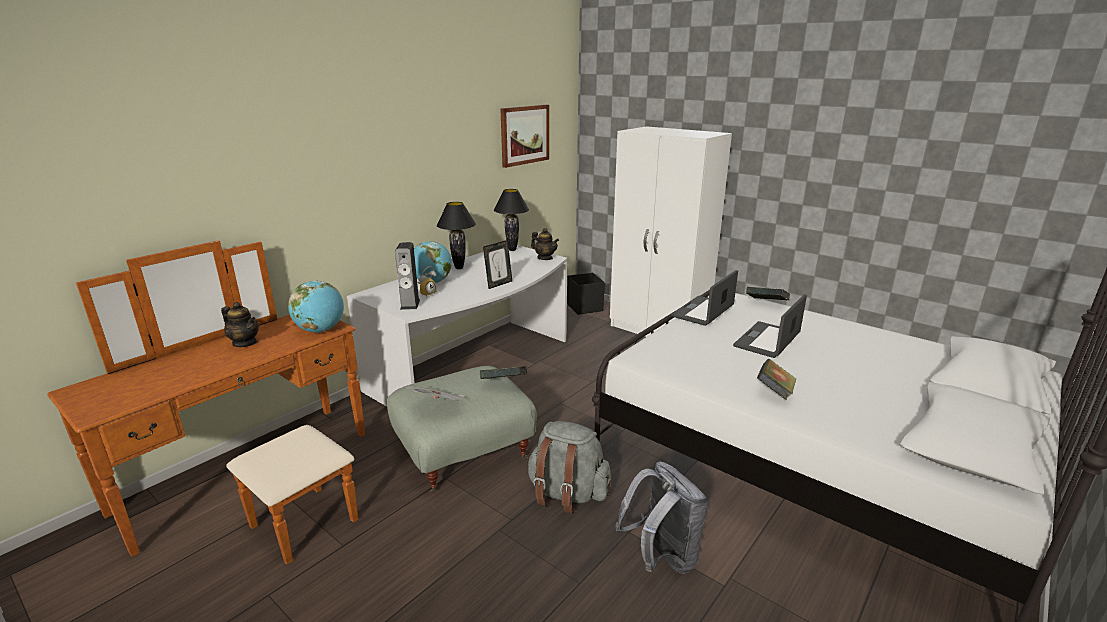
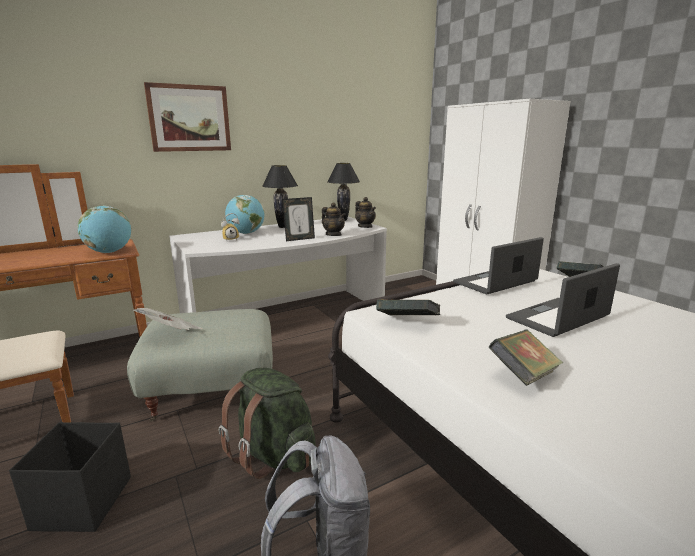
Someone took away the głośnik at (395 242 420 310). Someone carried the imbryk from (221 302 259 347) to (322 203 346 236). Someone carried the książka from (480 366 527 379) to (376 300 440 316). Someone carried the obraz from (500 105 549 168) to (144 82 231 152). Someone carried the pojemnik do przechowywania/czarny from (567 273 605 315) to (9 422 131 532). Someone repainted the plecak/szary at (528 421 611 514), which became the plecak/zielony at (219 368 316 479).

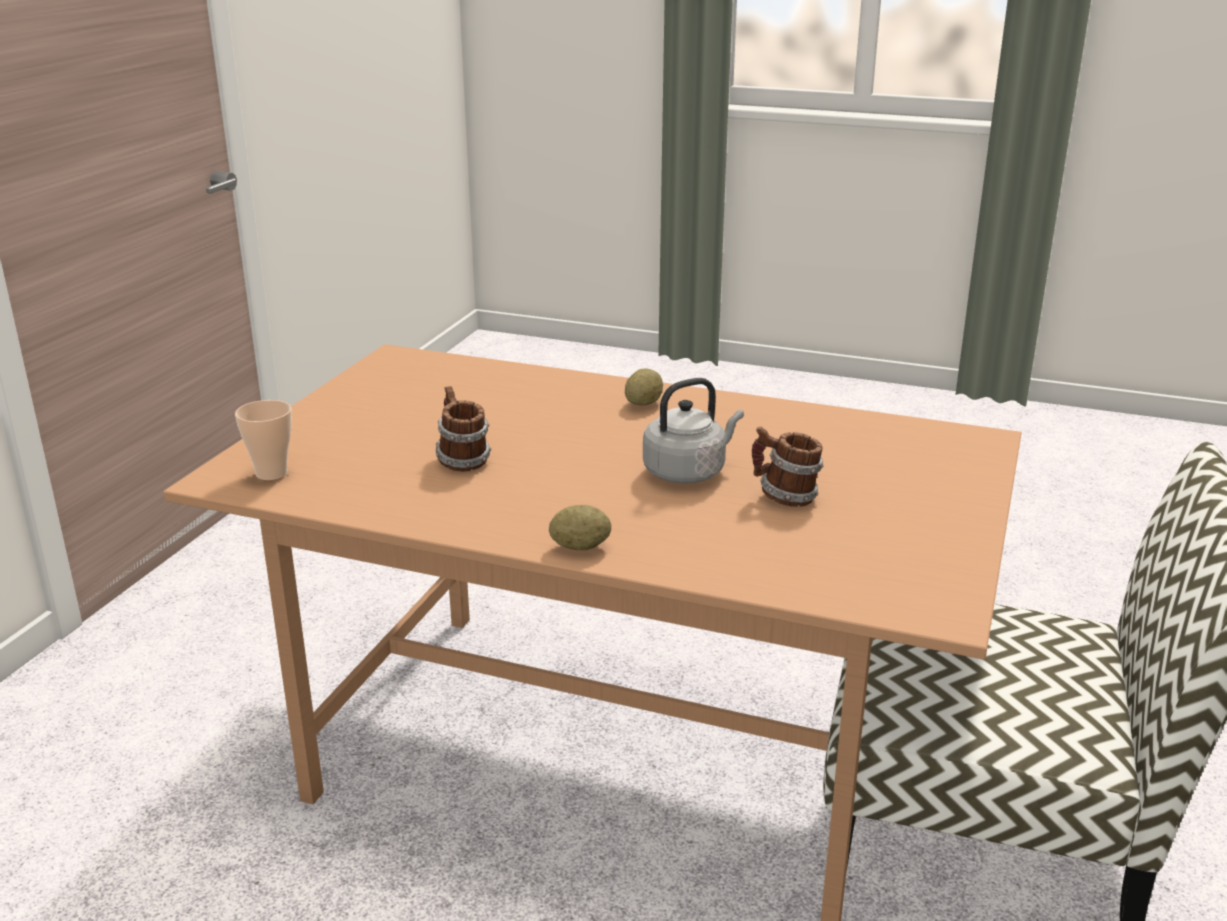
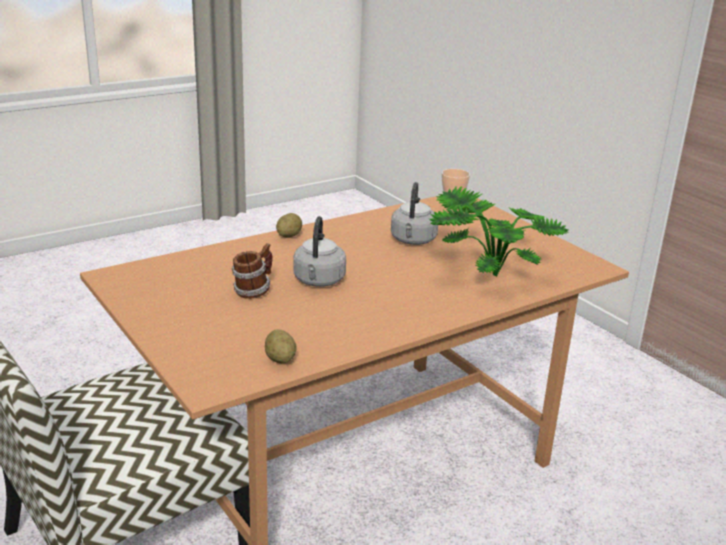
Someone put down the roślina doniczkowa at (429 186 569 277). Someone carried the ziemniak from (625 369 663 406) to (265 329 297 363). Someone swapped the kubek at (436 386 491 472) for the czajnik/szary at (391 182 438 245).

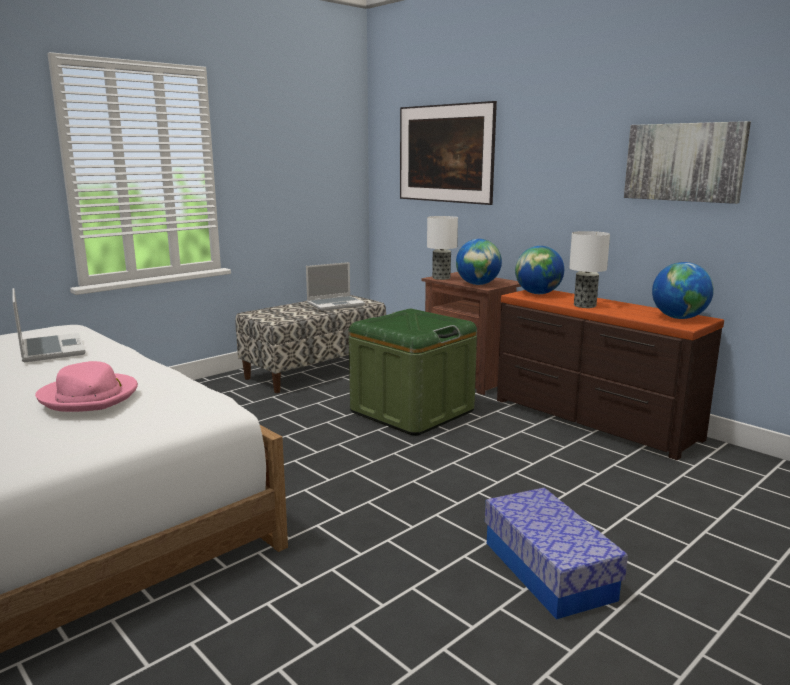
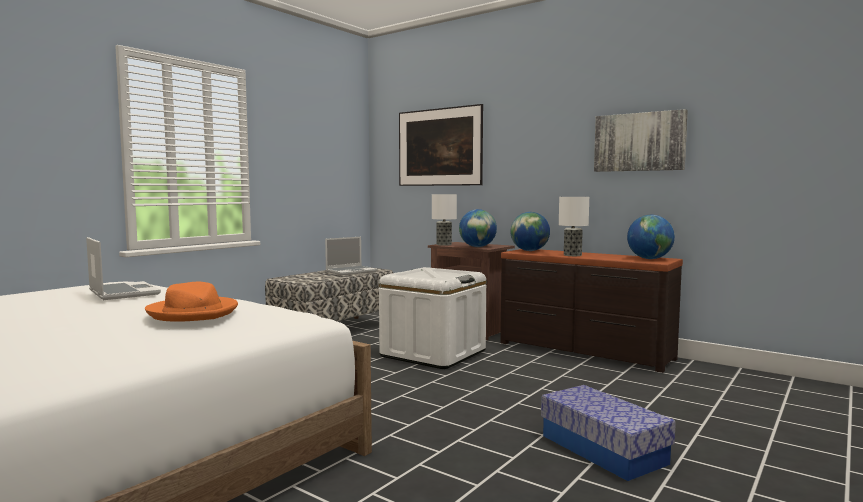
Someone repainted the kapelusz/różowy at (35 361 138 412), which became the kapelusz/pomarańczowy at (145 282 238 322). Someone repainted the pojemnik do przechowywania/zielony at (349 309 477 436), which became the pojemnik do przechowywania/biały at (379 267 486 369).

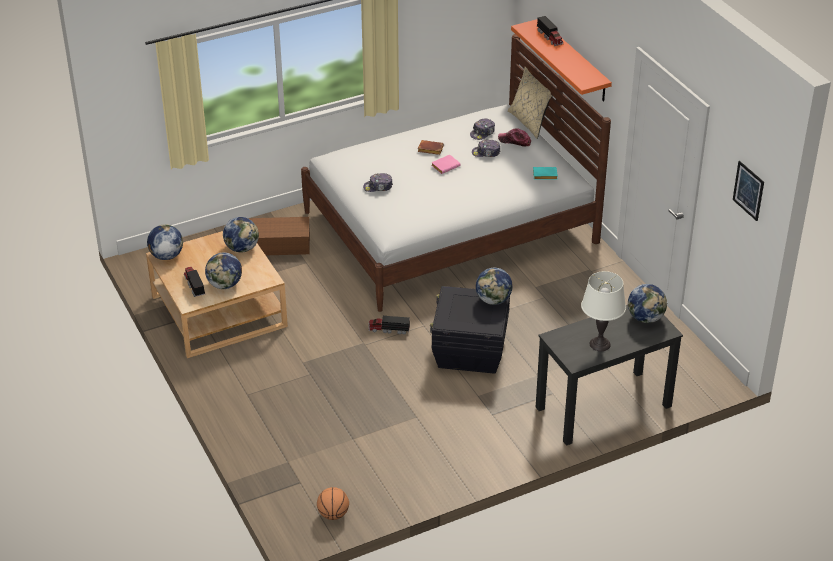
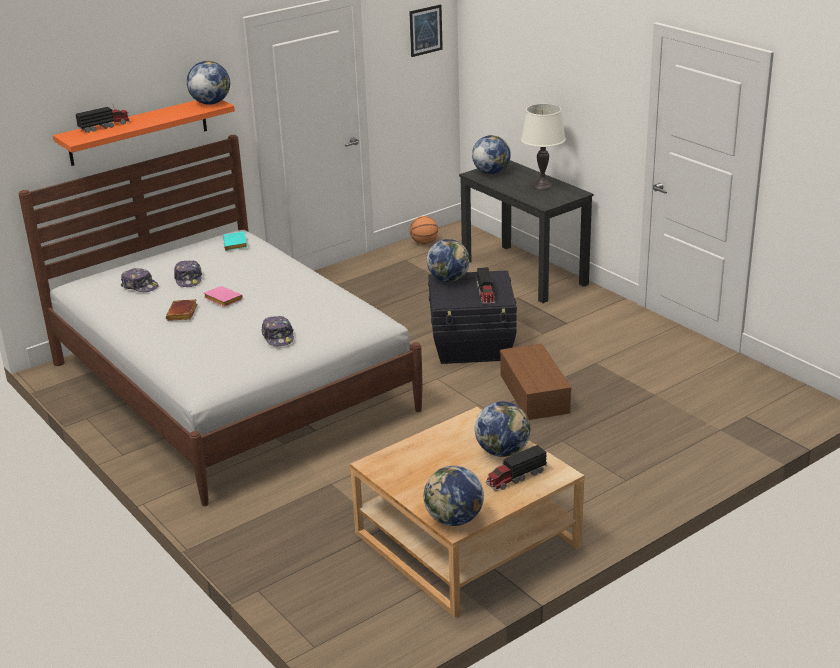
Someone took away the czapka z daszkiem at (498 128 531 146). Someone took away the poduszka/beżowy at (508 67 553 139). Someone carried the globus from (223 217 259 253) to (187 61 230 105). Someone carried the pojemnik do przechowywania/brązowy from (248 217 310 255) to (500 344 572 420). Someone carried the piłka do koszykówki from (317 487 349 520) to (409 216 438 244). Someone carried the ciężarówka zabawkowa from (368 316 410 335) to (476 267 495 304).

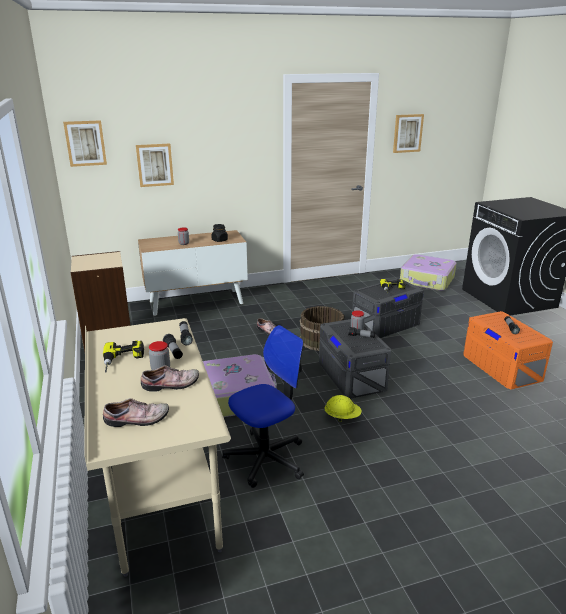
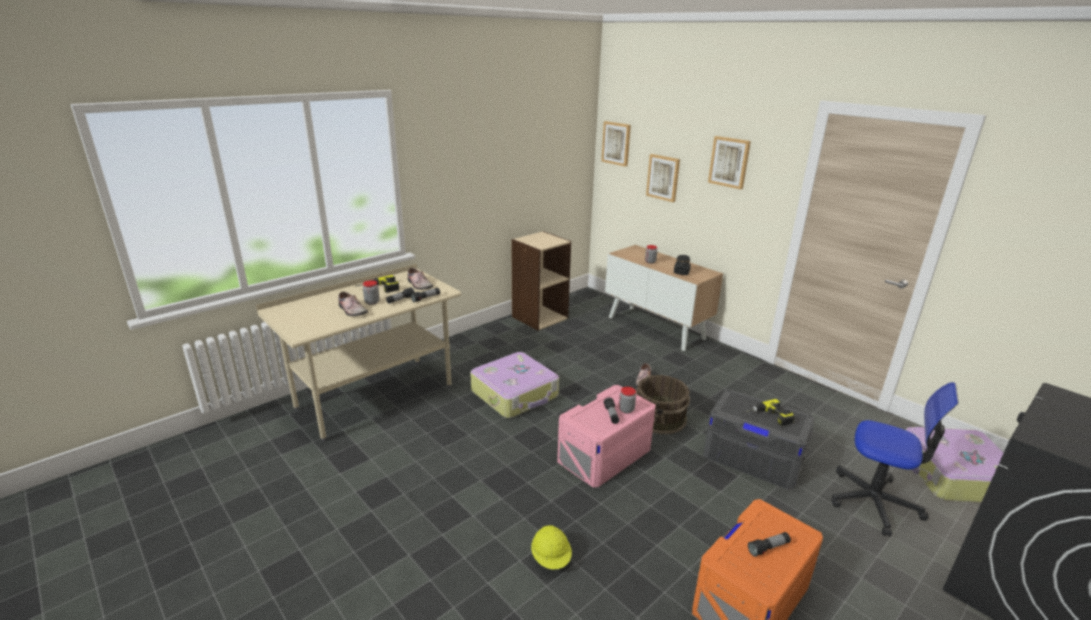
Someone carried the but from (103 398 169 427) to (408 268 433 290). Someone carried the krzesło biurowe from (222 325 304 488) to (832 382 959 537). Someone carried the kask/żółty from (325 395 362 422) to (531 525 572 570). Someone carried the obraz from (393 114 424 153) to (708 136 751 189). Someone repainted the pojemnik do przechowywania/szary at (319 319 391 399), which became the pojemnik do przechowywania/różowy at (557 385 656 488).

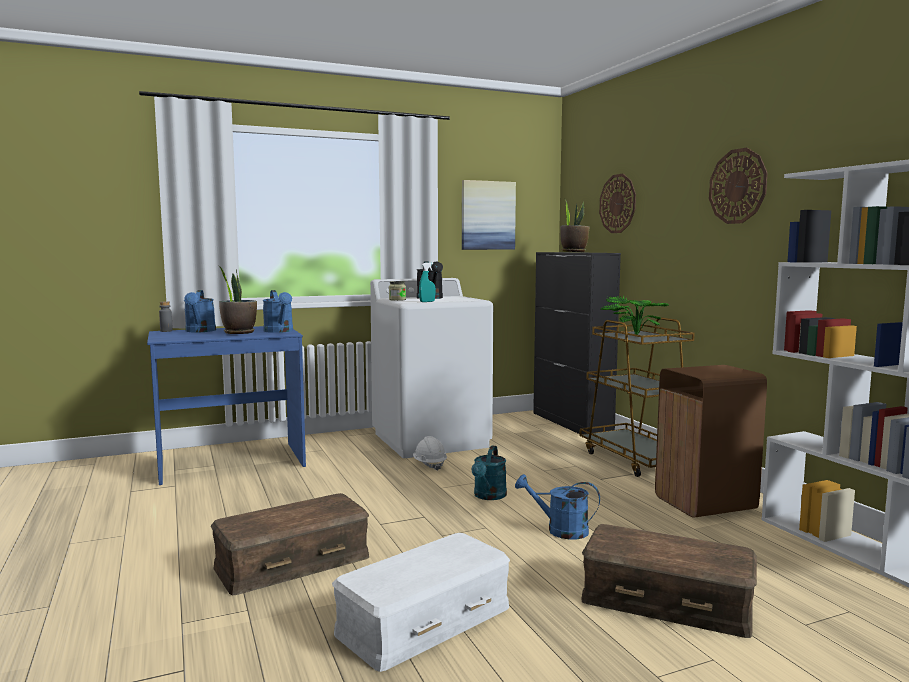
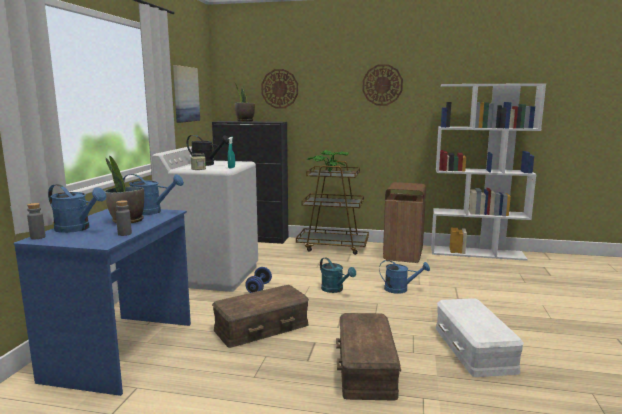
Someone put down the butelka/szary at (116 200 132 236). Someone carried the pojemnik do przechowywania/brązowy from (581 524 757 638) to (212 285 309 348). Someone swapped the kask/biały at (413 436 447 471) for the hantel/niebieski at (245 267 272 293). Someone rotated the konewka/niebieski at (515 474 600 540) by 135 degrees counterclockwise.

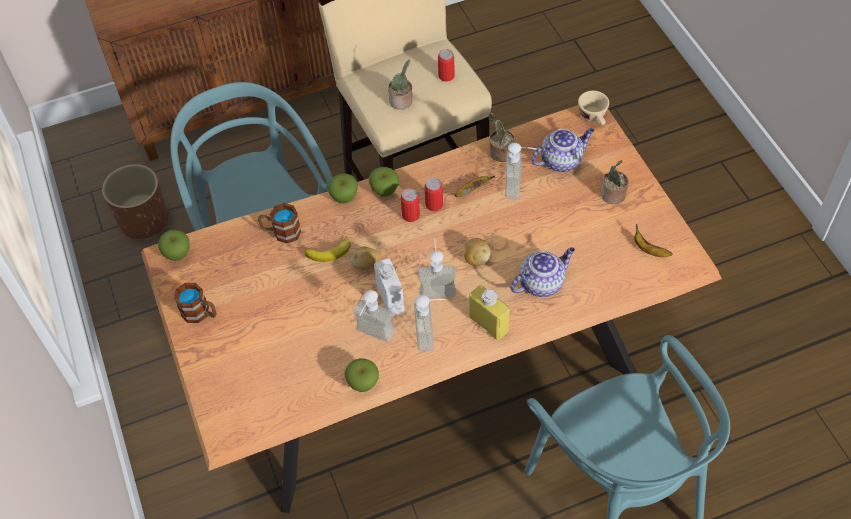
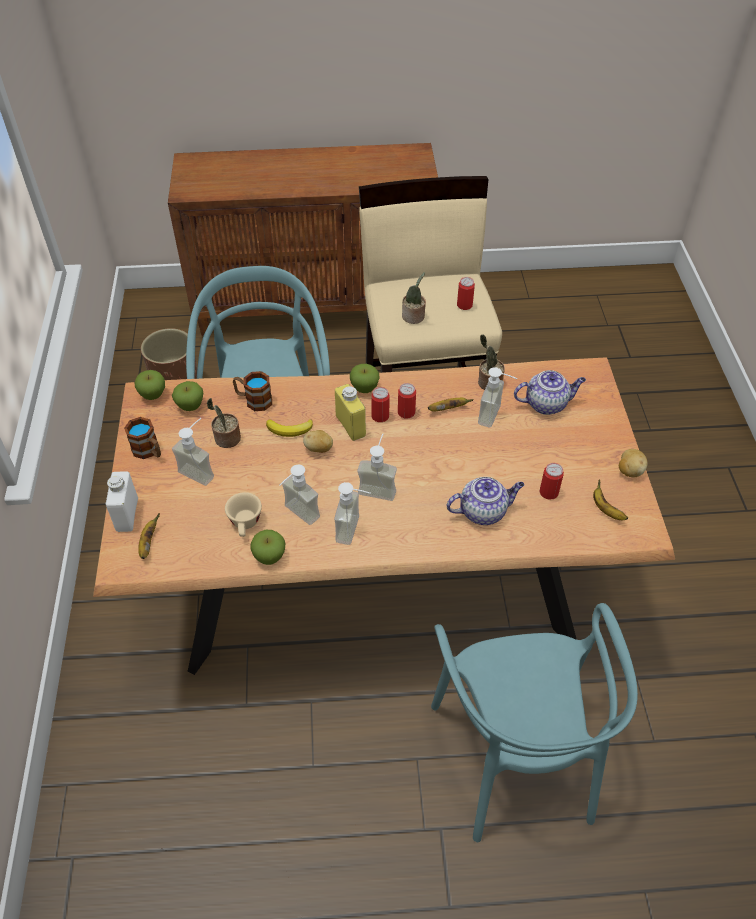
Someone put down the banan at (138 513 160 559). Someone put down the dozownik mydła at (172 418 214 486). Someone put down the puszka at (539 463 564 500). Someone carried the jabłko from (327 173 358 203) to (172 381 203 411). Someone carried the butelka/biały from (374 258 404 316) to (106 471 138 532). Someone carried the ziemniak from (464 238 491 266) to (619 449 648 477). Someone carried the butelka/żółty from (469 285 510 340) to (335 384 366 441). Someone carried the filiżanka/beżowy from (578 91 609 125) to (225 492 262 537). Someone carried the roślina doniczkowa from (600 160 629 204) to (206 398 241 448).

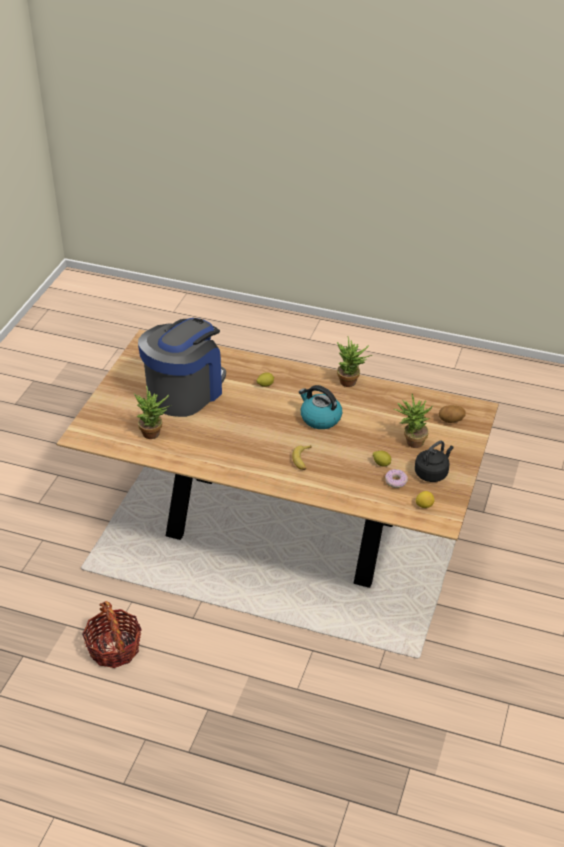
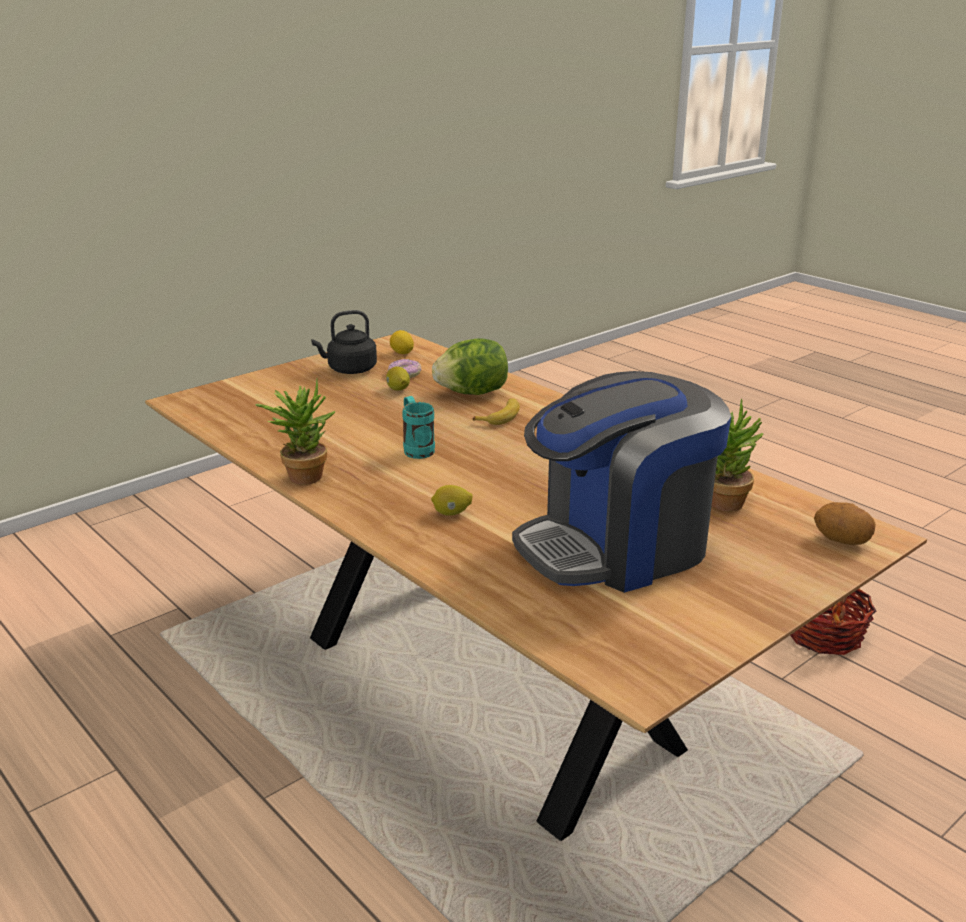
Someone took away the roślina doniczkowa at (394 394 434 448). Someone put down the sałata at (432 338 508 395). Someone carried the ziemniak from (439 405 465 423) to (814 502 876 545). Someone swapped the czajnik at (299 385 342 429) for the kubek/turkusowy at (402 396 435 459).

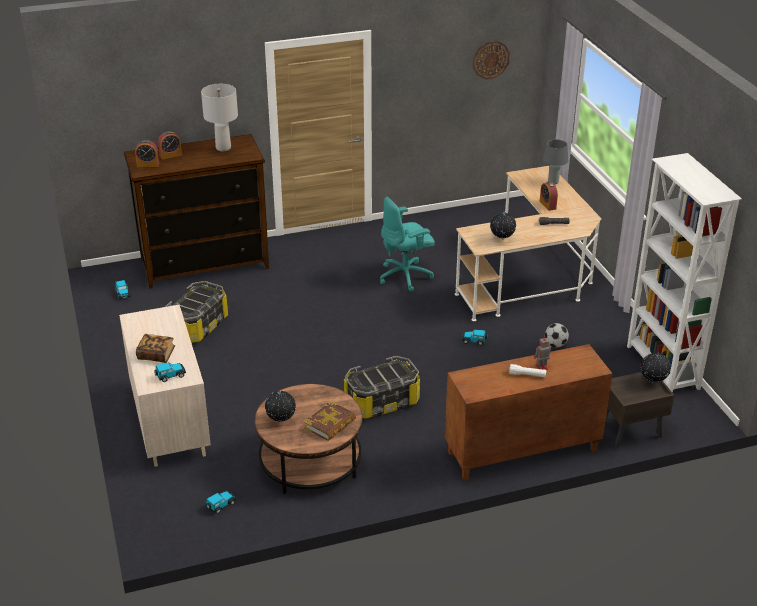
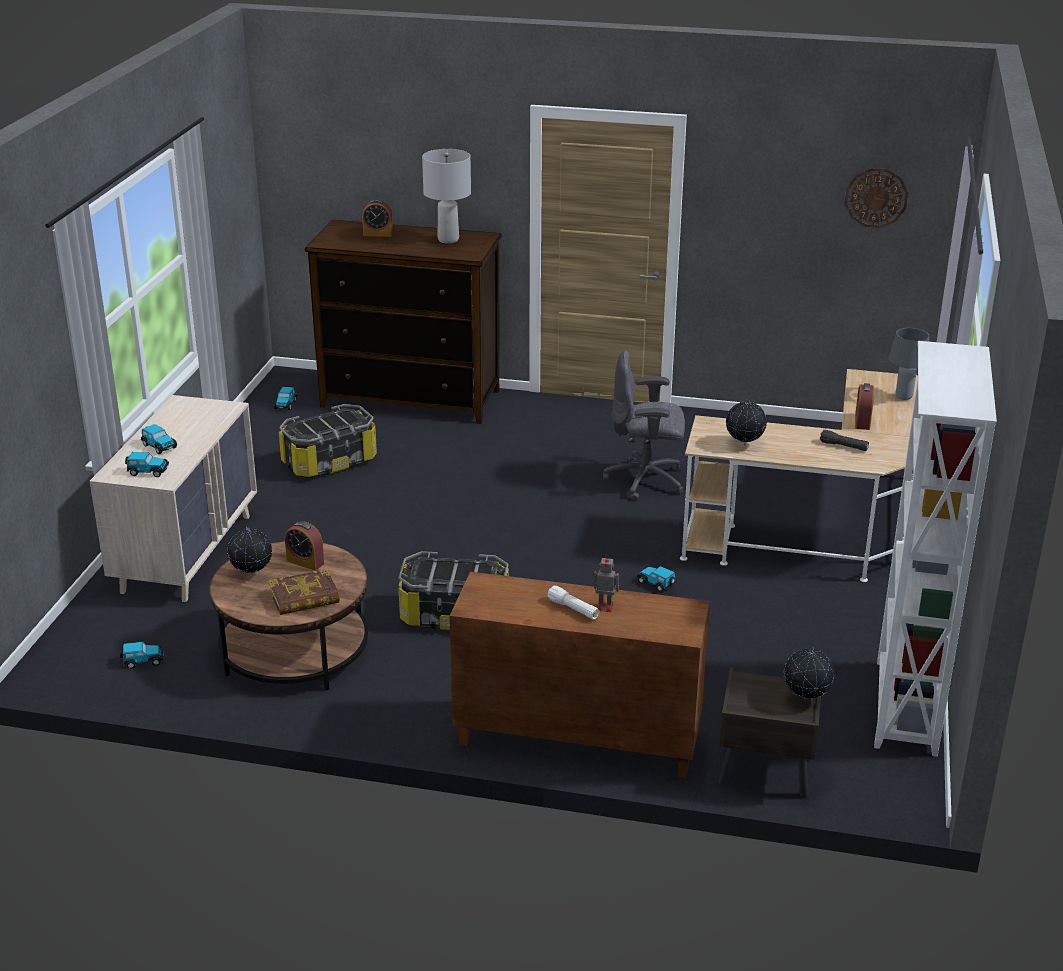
Someone took away the piłka futbolowa at (545 323 569 347). Someone carried the budzik from (135 140 160 167) to (285 521 324 571). Someone swapped the książka at (136 334 175 363) for the samochodzik at (141 424 177 454). Someone repainted the krzesło biurowe/turkusowy at (380 197 435 292), which became the krzesło biurowe/szary at (603 351 685 501).

